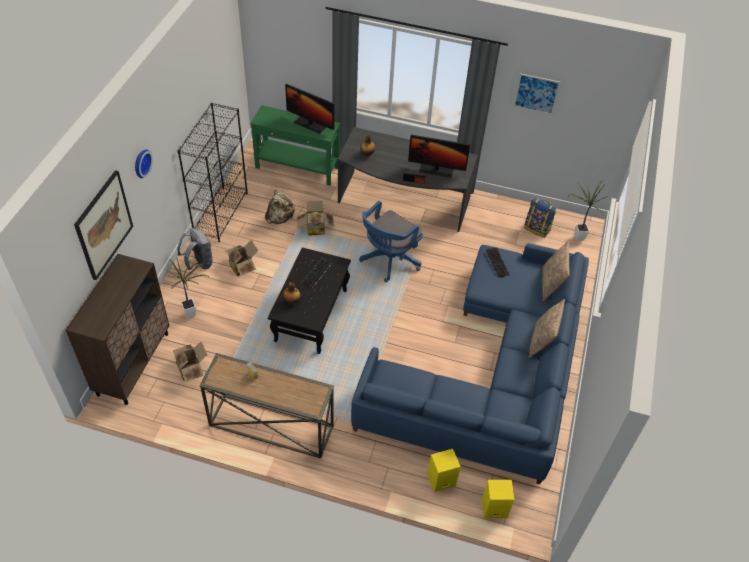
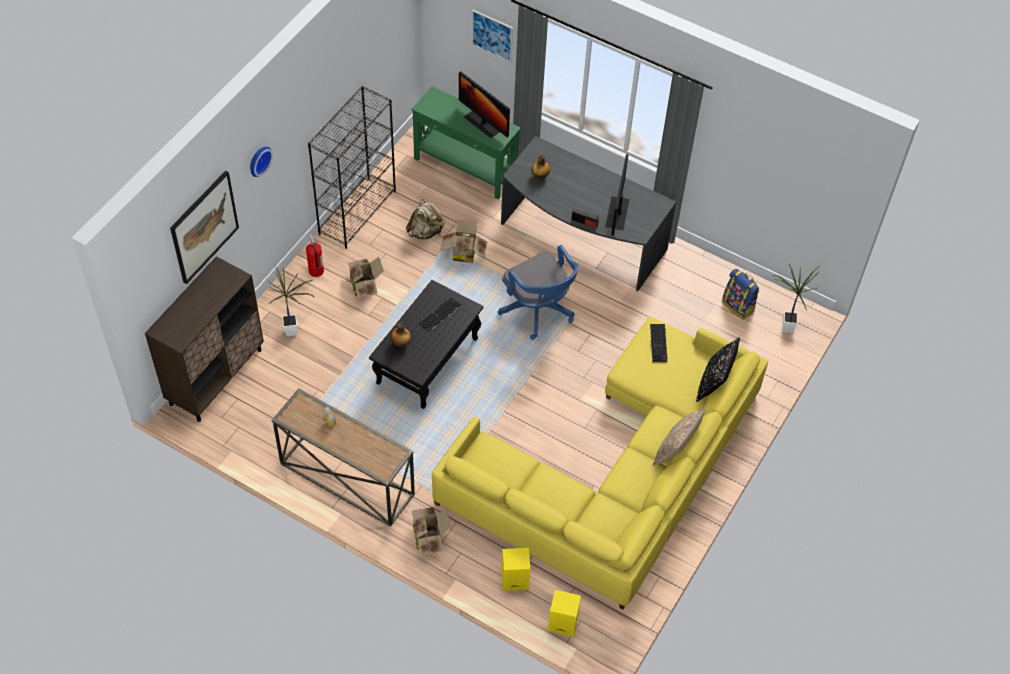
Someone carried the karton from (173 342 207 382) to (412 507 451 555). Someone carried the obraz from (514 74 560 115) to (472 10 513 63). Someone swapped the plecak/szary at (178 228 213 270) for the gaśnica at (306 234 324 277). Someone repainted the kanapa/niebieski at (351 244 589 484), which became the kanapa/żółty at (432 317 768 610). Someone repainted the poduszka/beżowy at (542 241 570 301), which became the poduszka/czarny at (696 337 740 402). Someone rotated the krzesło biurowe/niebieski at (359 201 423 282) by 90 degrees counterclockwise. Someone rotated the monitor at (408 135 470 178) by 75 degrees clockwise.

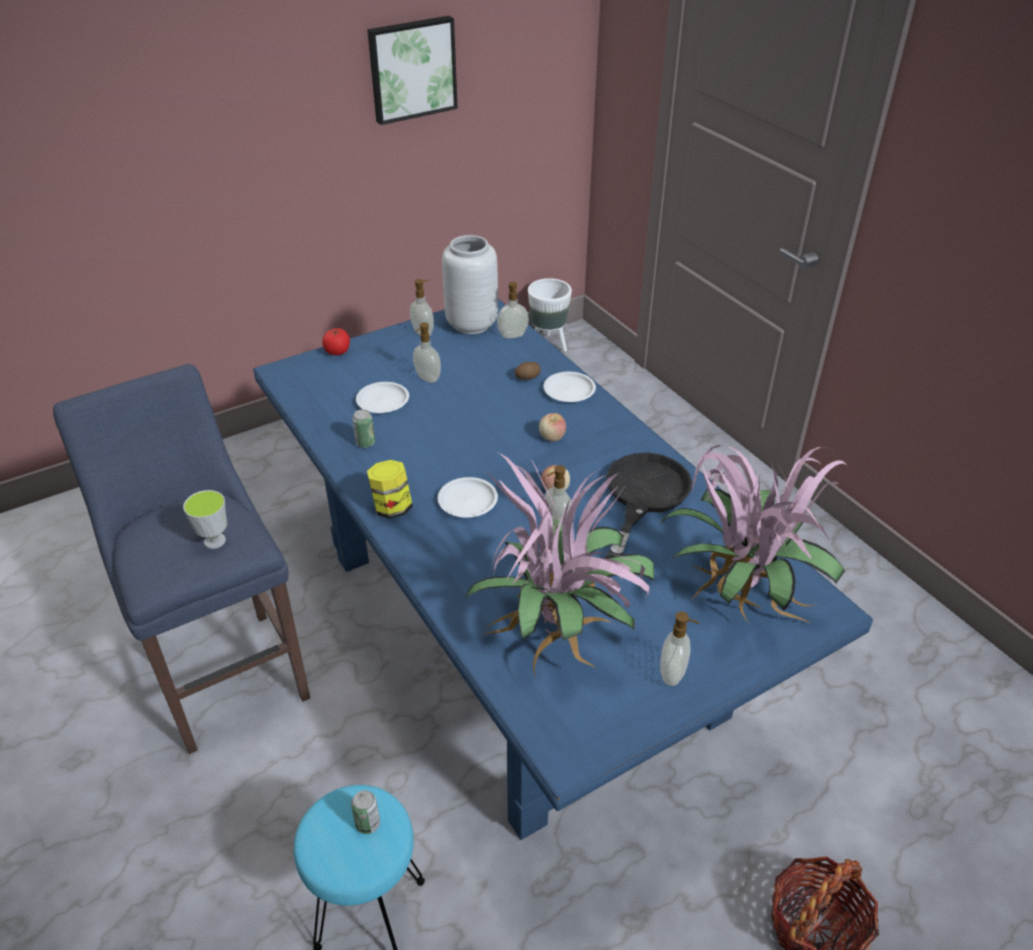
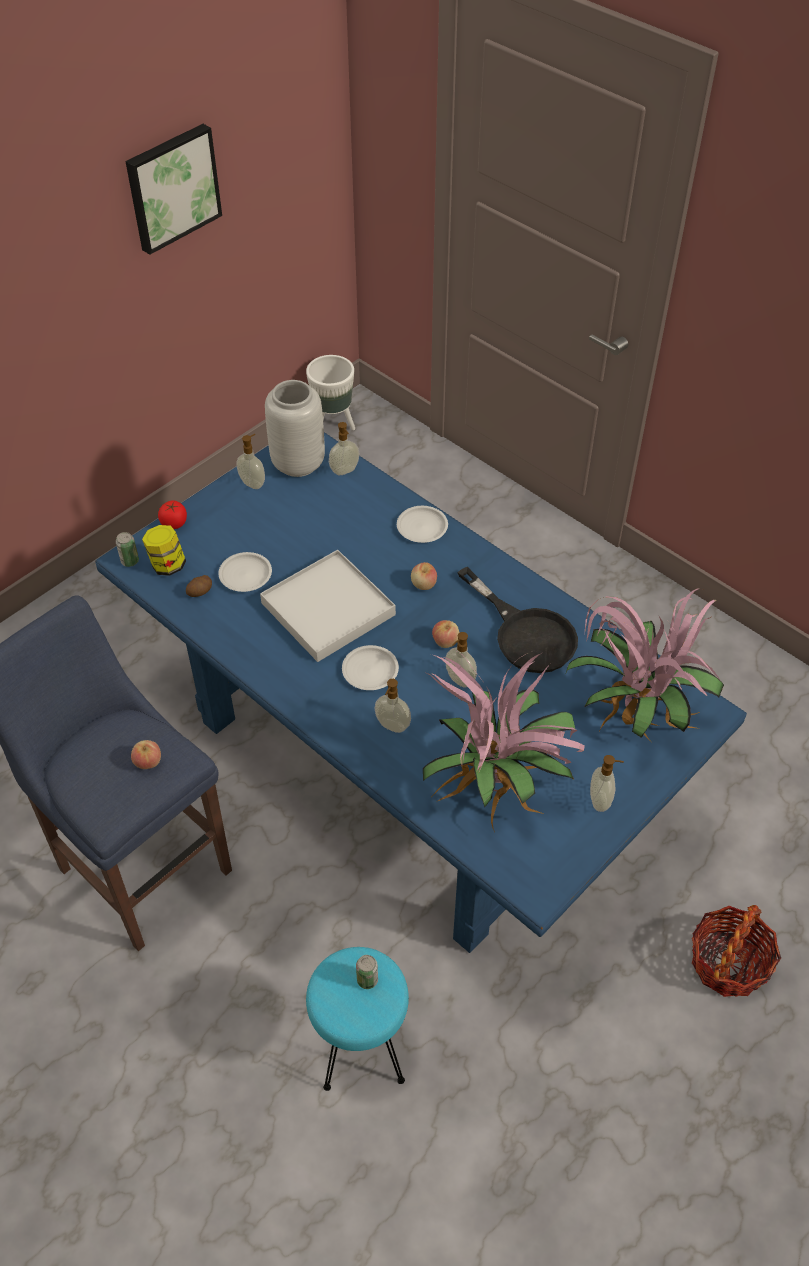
Someone put down the taca/biały at (260 550 396 662). Someone carried the puszka from (352 409 375 448) to (116 532 139 567). Someone carried the słoik from (367 460 413 519) to (142 525 186 576). Someone carried the dozownik mydła from (413 322 441 383) to (375 679 411 733). Someone carried the ziemniak from (515 362 541 380) to (186 575 212 597). Someone swapped the filiżanka at (183 490 227 549) for the jabłko at (131 740 161 769). Someone rotated the patelnia/czarny at (606 453 692 557) by 135 degrees clockwise.

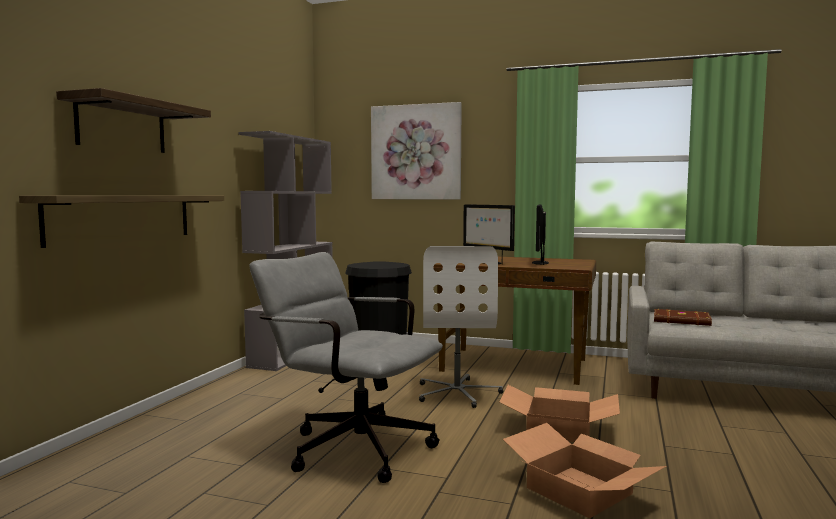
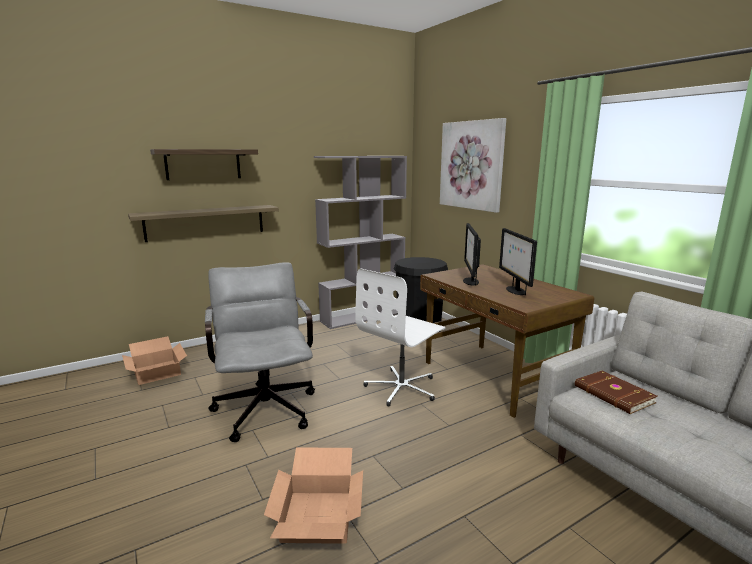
Someone carried the karton from (500 385 620 442) to (122 336 187 385). Someone rotated the monitor at (532 204 549 265) by 60 degrees counterclockwise.

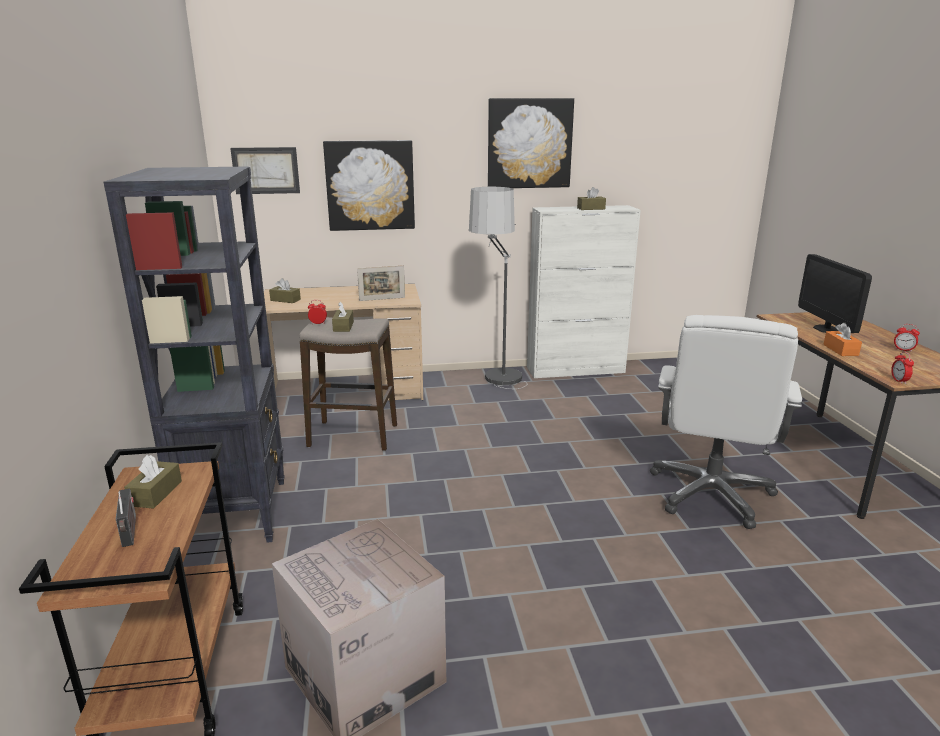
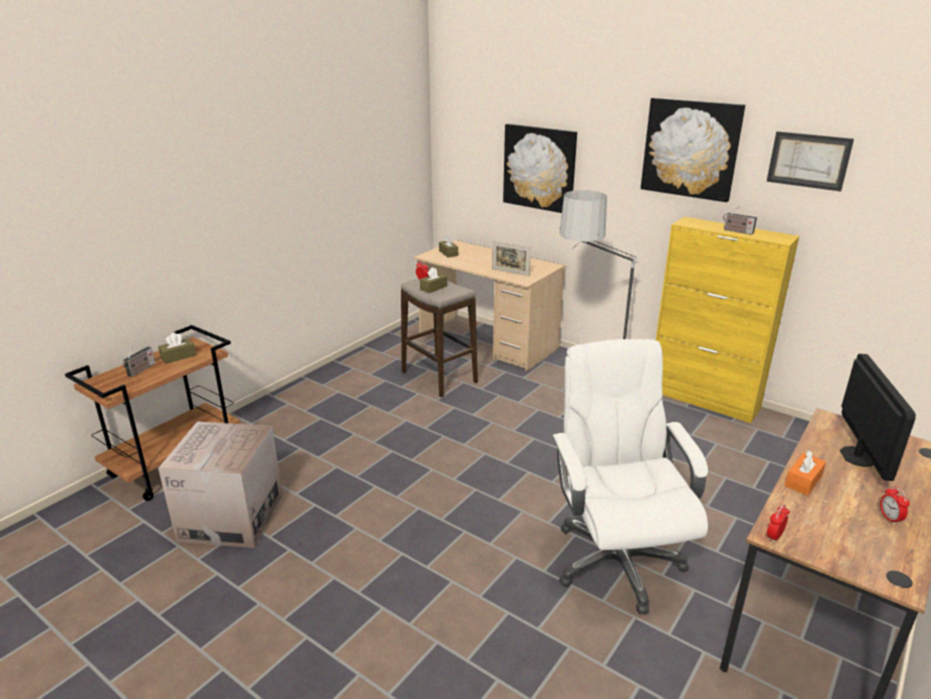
Someone took away the regał/czarny at (104 166 285 543). Someone carried the obraz from (230 147 300 194) to (767 131 854 191). Someone swapped the pudełko chusteczek/brązowy at (577 187 606 210) for the radio at (723 206 757 235). Someone repainted the szafka/biały at (527 205 641 378), which became the szafka/żółty at (656 217 799 423). Someone rotated the krzesło biurowe/biały at (650 315 802 529) by 105 degrees clockwise. Someone rotated the monitor at (798 254 872 333) by 150 degrees clockwise.

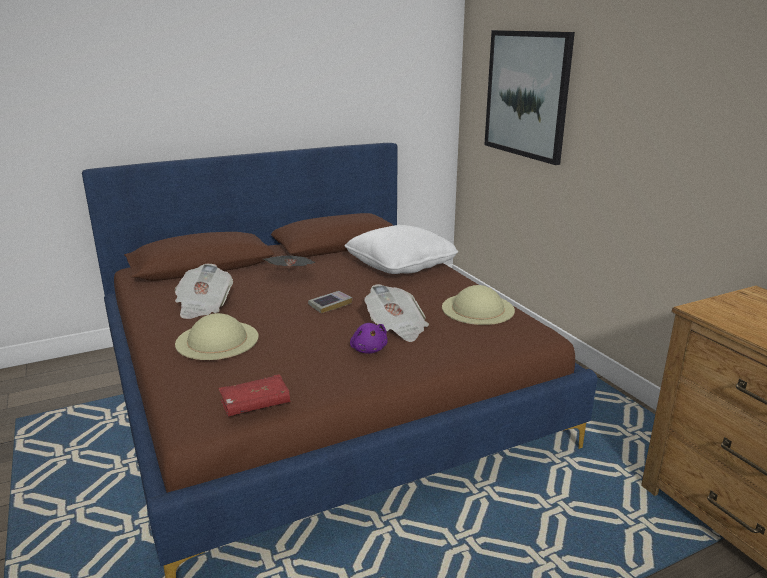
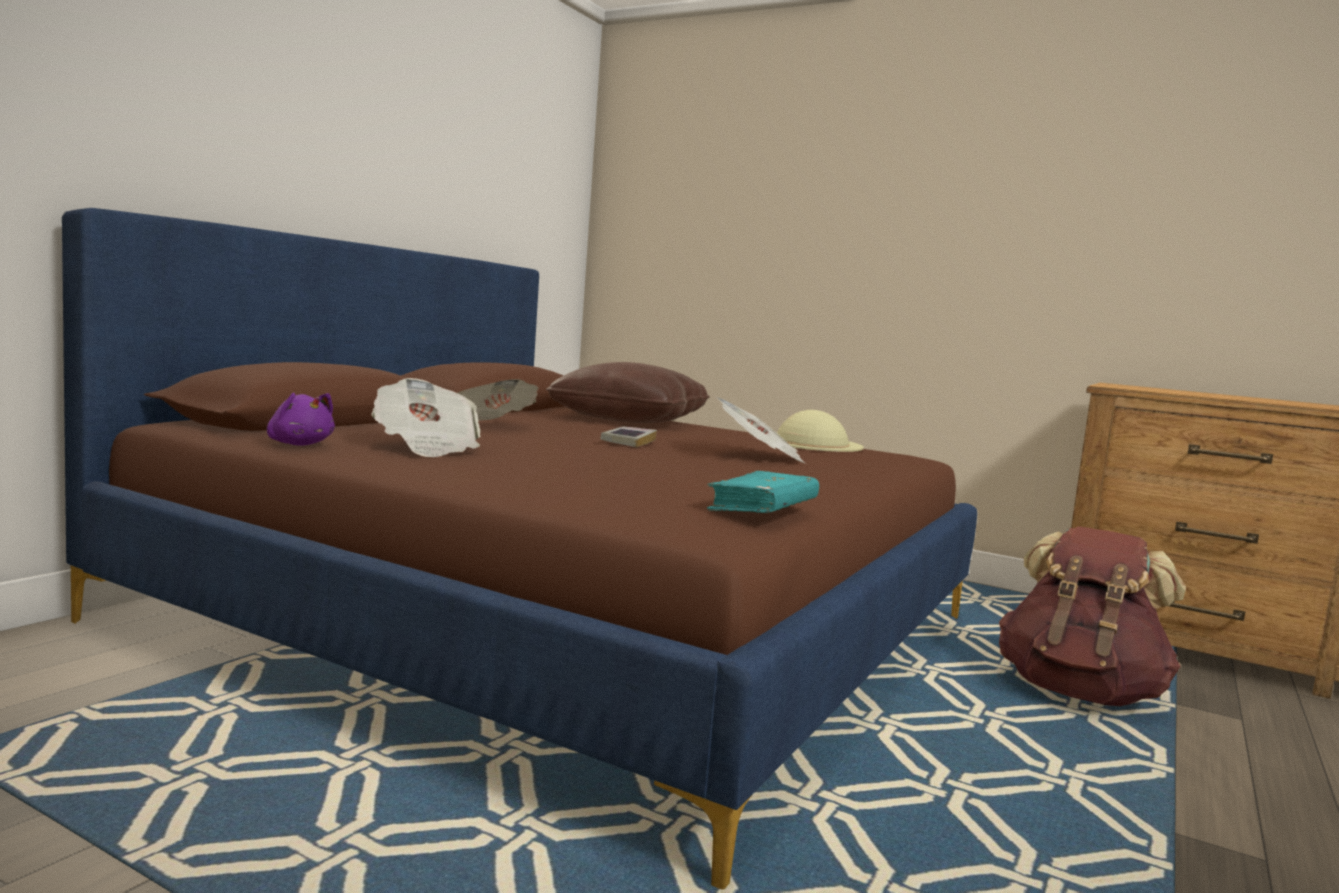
Someone took away the kapelusz/beżowy at (175 313 259 360). Someone took away the obraz at (484 30 575 165). Someone put down the plecak/brązowy at (999 526 1186 706). Someone carried the pluszak/fioletowy from (350 323 388 354) to (267 393 335 446). Someone repainted the książka/czerwony at (219 374 290 416), which became the książka/turkusowy at (707 471 819 513). Someone repainted the poduszka/biały at (344 225 458 274), which became the poduszka/brązowy at (546 362 710 423).

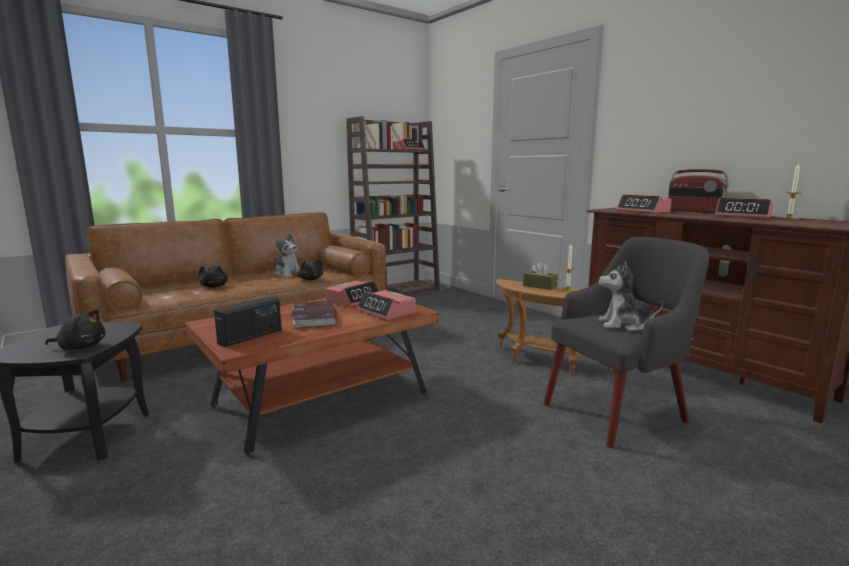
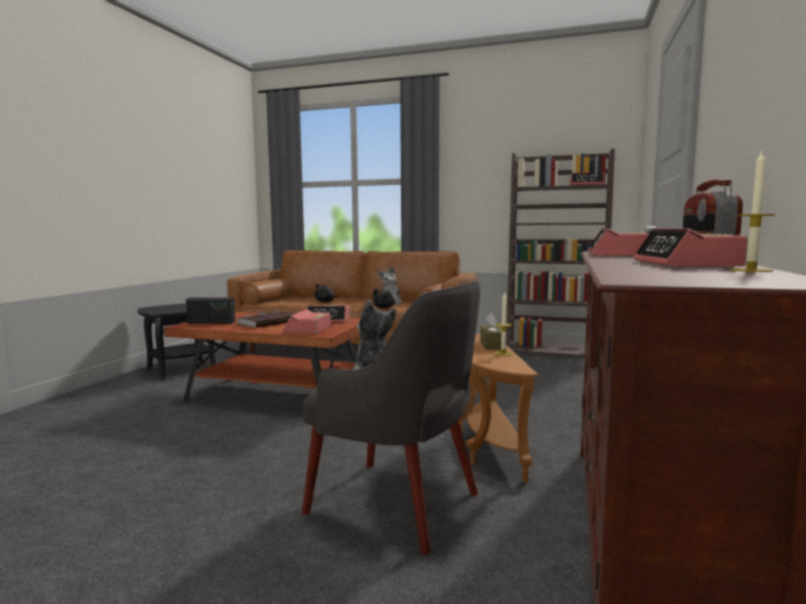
Someone took away the pluszak/czarny at (45 309 106 350).

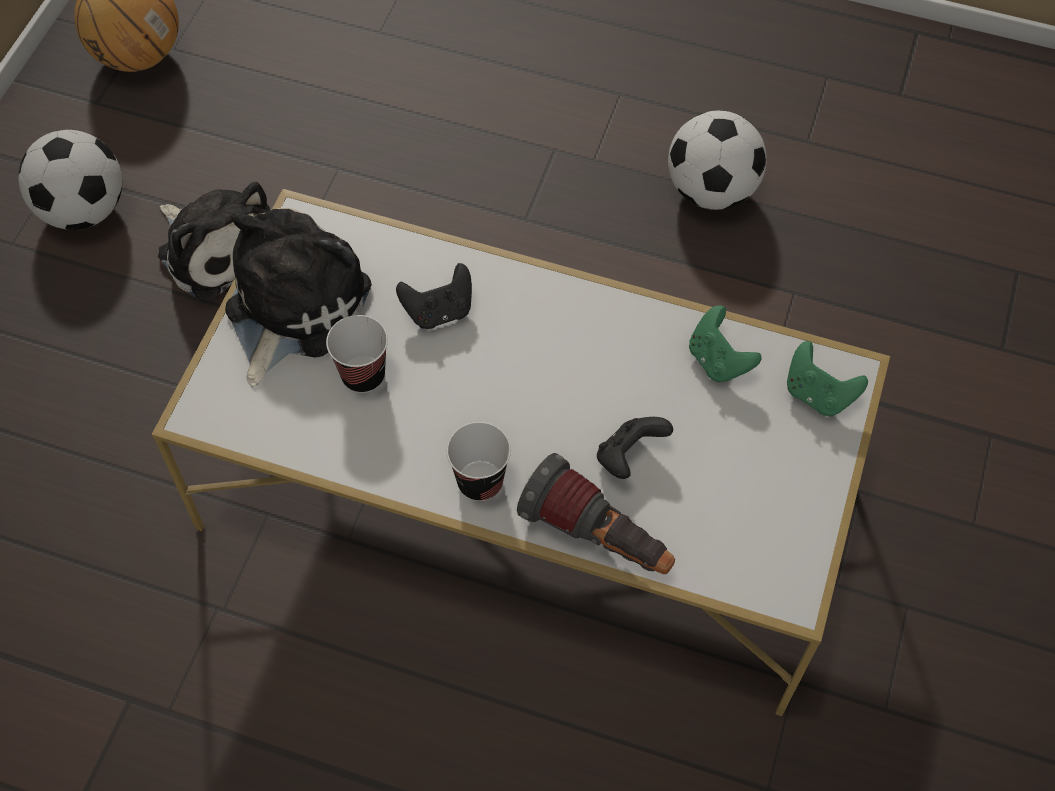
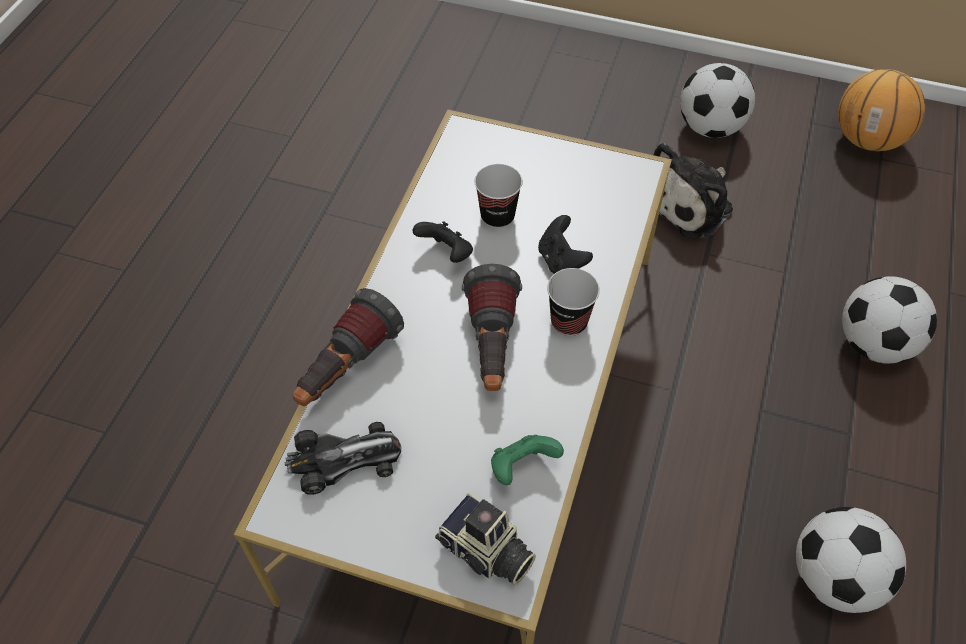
Someone took away the pluszak at (225 208 372 387). Someone put down the samochodzik at (285 422 401 495). Someone put down the latarka at (462 264 522 391). Someone put down the piłka futbolowa at (842 276 937 364). Someone carried the filiżanka from (447 422 511 501) to (547 268 600 336). Someone carried the pad do gier/czarny from (597 417 673 479) to (413 221 473 263). Someone swapped the pad do gier/zielony at (787 341 868 416) for the aparat fotograficzny at (435 494 536 585).

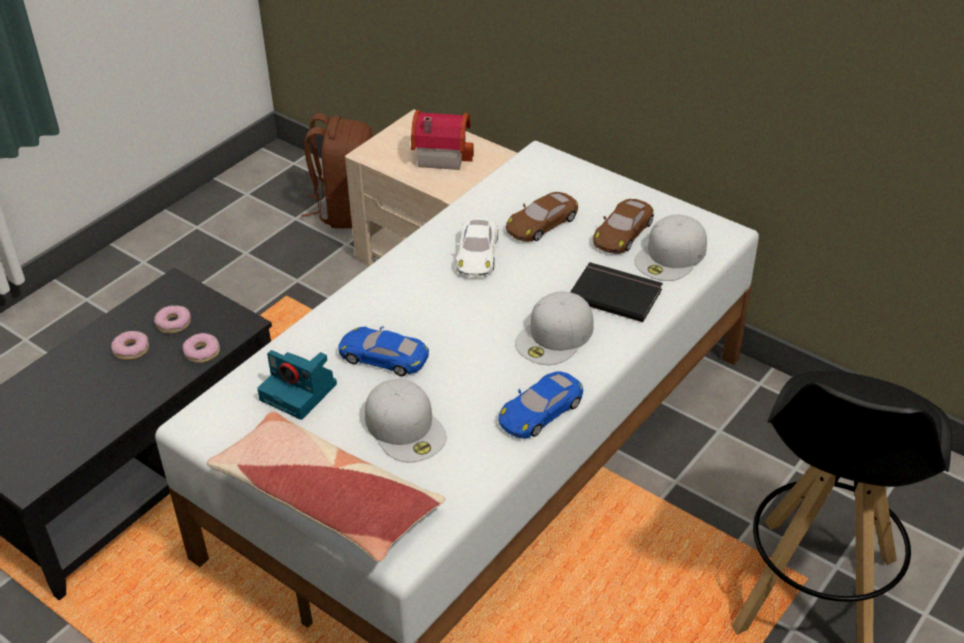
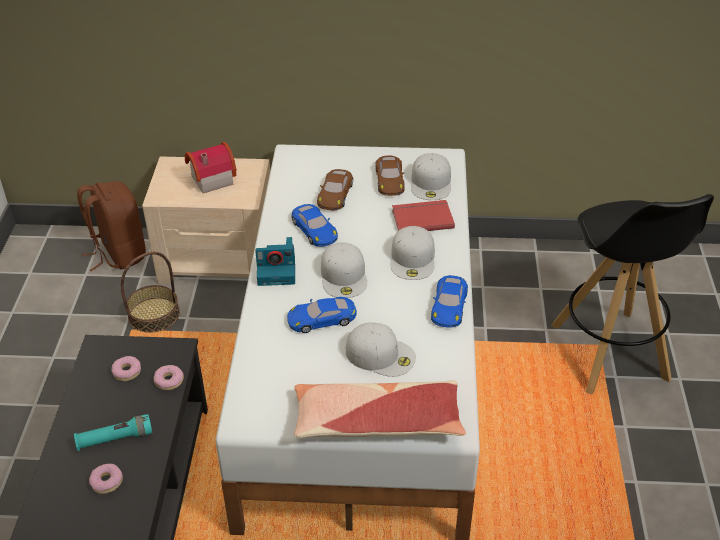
Someone put down the latarka/turkusowy at (74 414 152 451). Someone put down the koszyk at (121 252 180 333). Someone put down the czapka z daszkiem/biały at (321 242 367 298). Someone carried the donut from (111 331 149 360) to (89 464 123 494). Someone carried the aparat fotograficzny from (257 350 337 420) to (255 237 295 286). Someone repainted the samochodzik/biały at (456 218 498 277), which became the samochodzik/niebieski at (291 204 338 247). Someone repainted the książka/czarny at (570 262 663 322), which became the książka/czerwony at (392 200 455 231).

